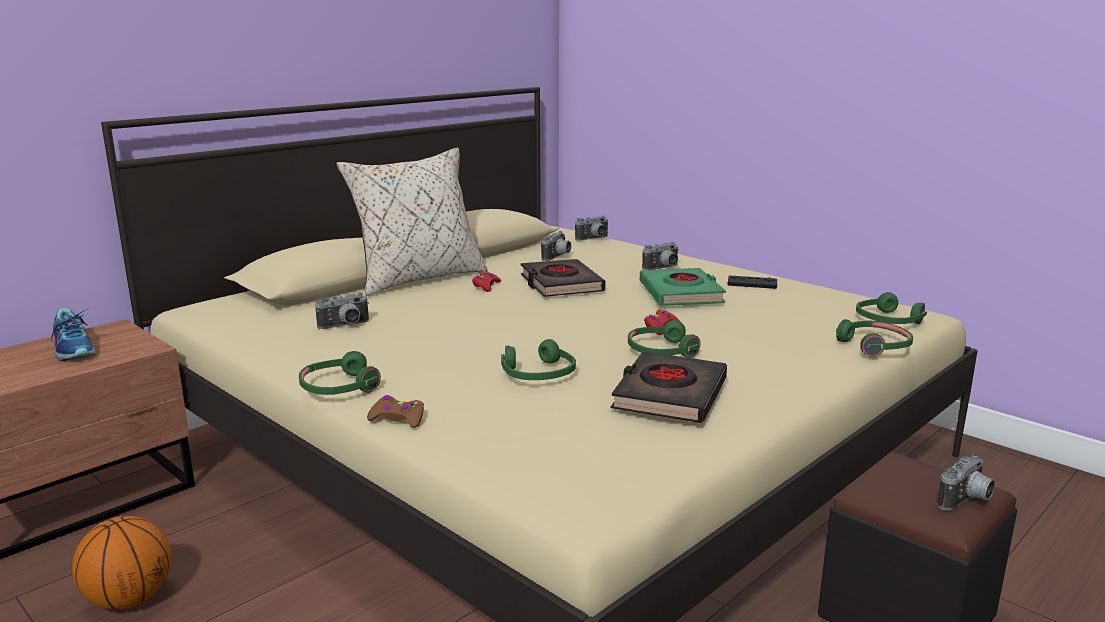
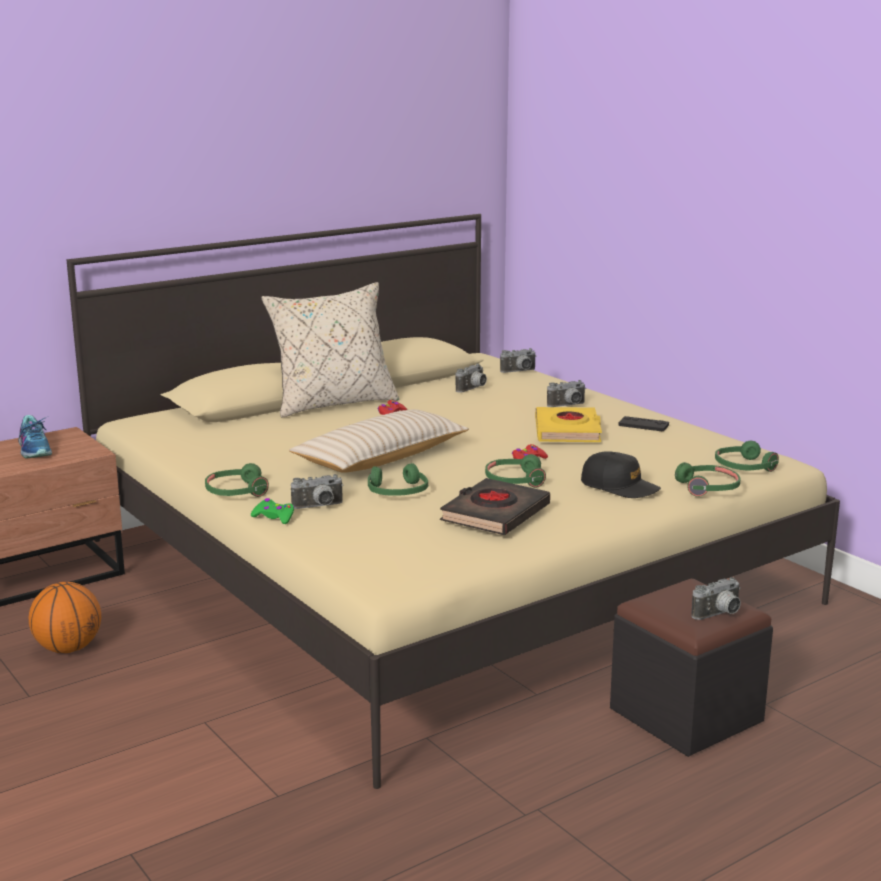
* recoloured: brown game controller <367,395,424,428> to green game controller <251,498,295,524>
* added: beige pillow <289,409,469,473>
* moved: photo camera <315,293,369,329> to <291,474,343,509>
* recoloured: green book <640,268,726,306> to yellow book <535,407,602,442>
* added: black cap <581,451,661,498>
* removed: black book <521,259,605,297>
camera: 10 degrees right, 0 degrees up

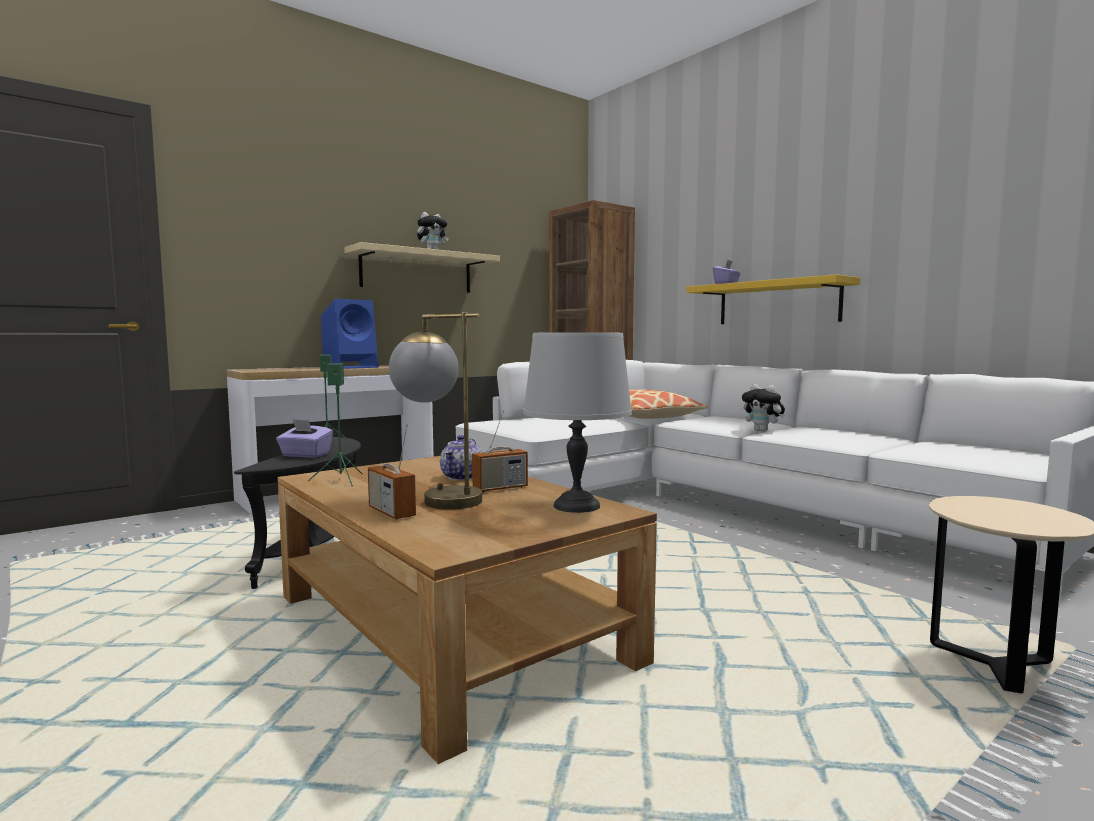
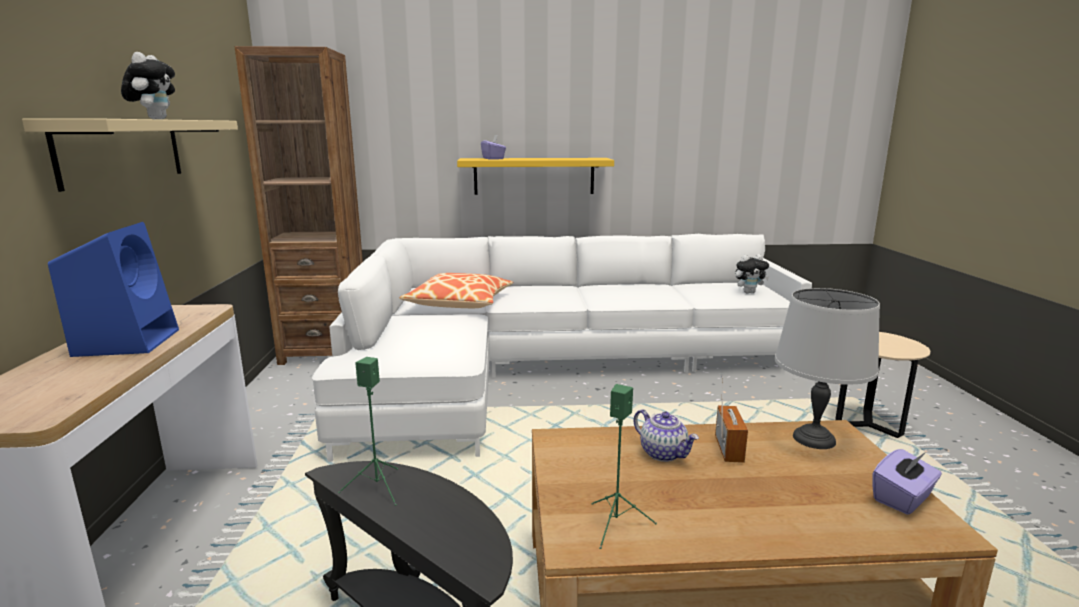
* moved: plush toy <742,384,785,432> to <735,254,769,293>
* moved: purple tissue box <276,419,333,458> to <872,449,942,515>
* removed: radio <368,424,416,520>
* removed: table lamp <389,312,482,510>
camera: 55 degrees left, 10 degrees up

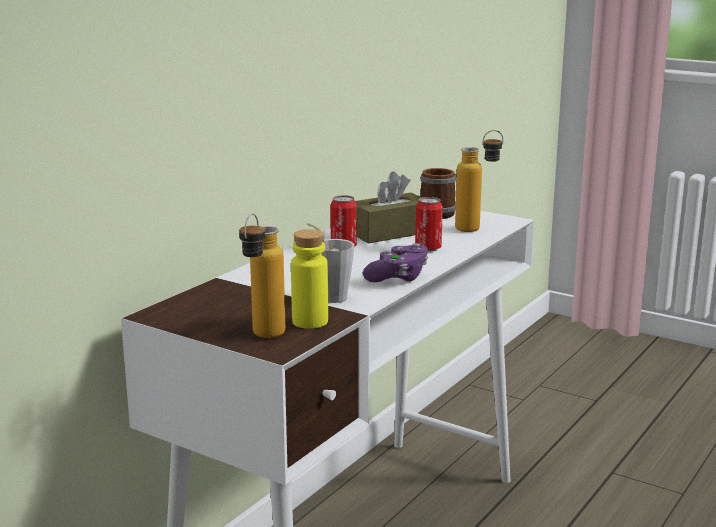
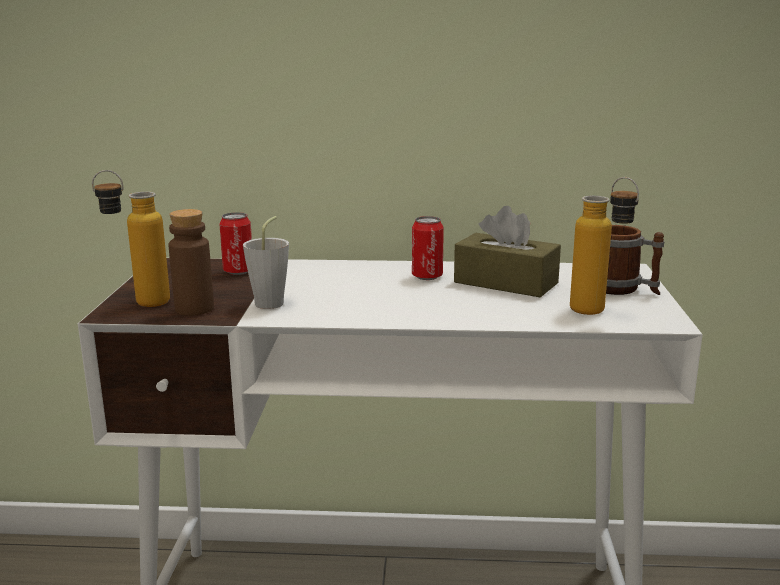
* recoloured: yellow bottle <291,229,328,329> to brown bottle <169,209,214,316>
* moved: can <415,197,443,252> to <219,212,252,275>
* removed: purple game controller <363,243,429,282>
camera: 60 degrees right, 0 degrees up

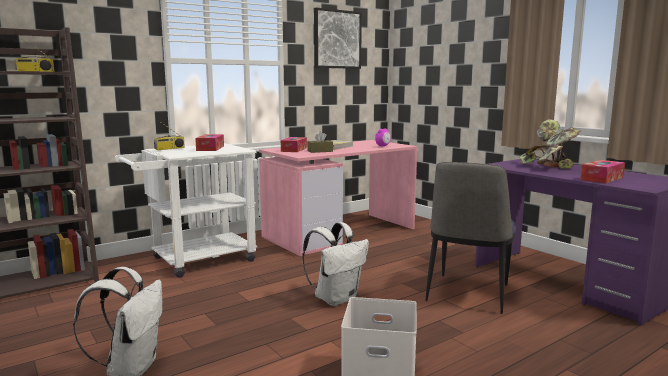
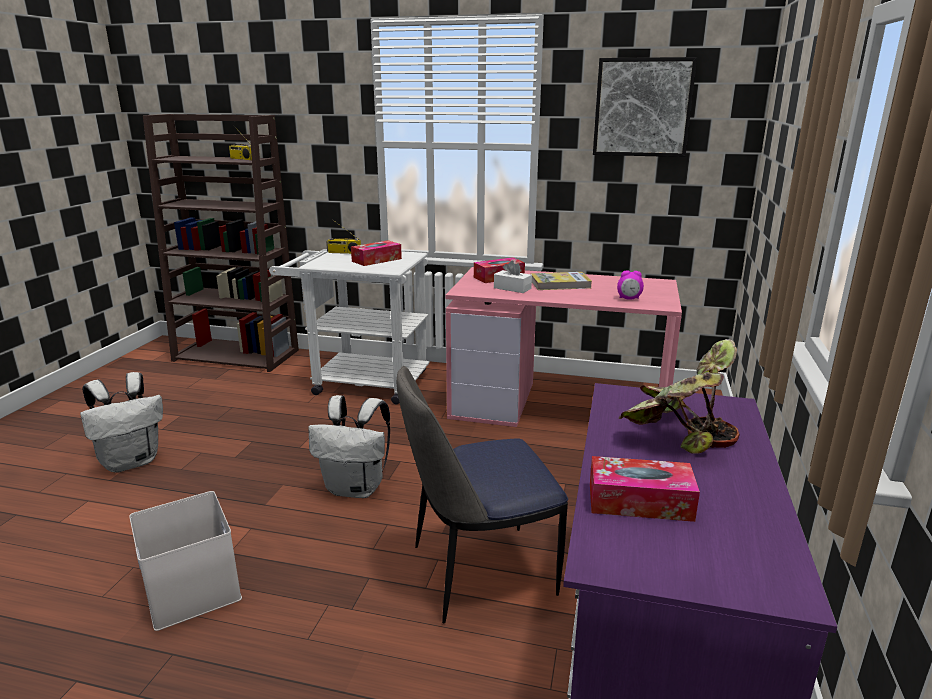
* recoloured: brown tissue box <307,131,333,153> to white tissue box <494,261,532,293>
camera: 50 degrees right, 10 degrees up

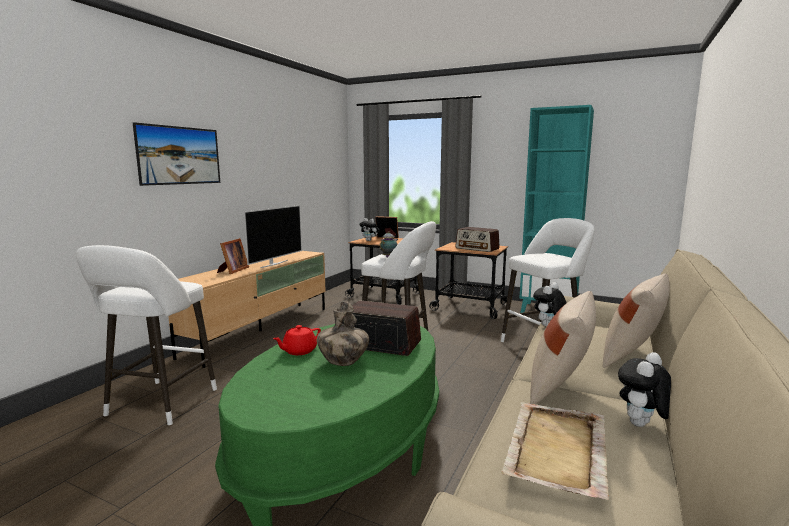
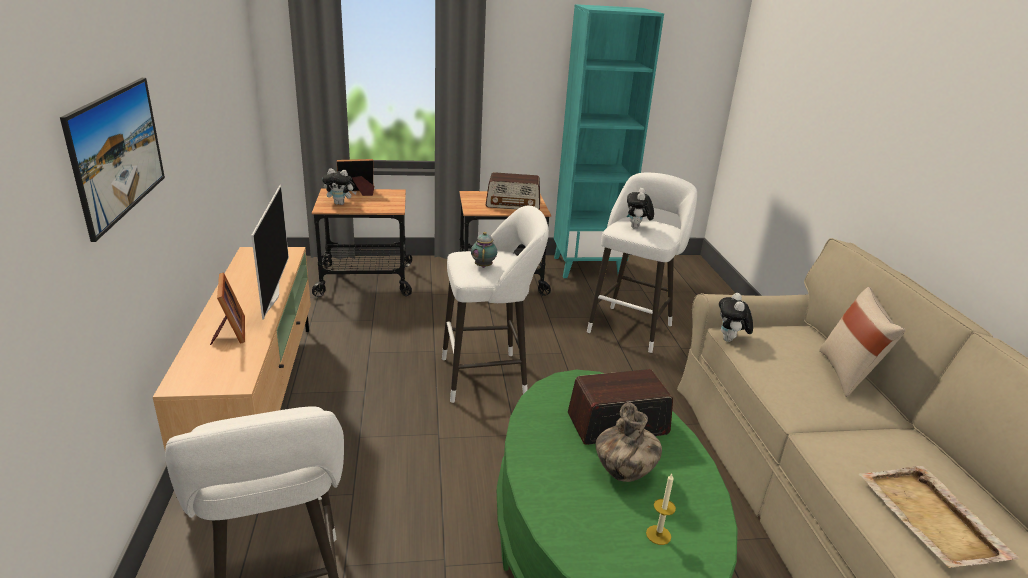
* moved: plush toy <618,352,671,427> to <627,188,654,229>
* added: candle <646,474,676,545>
* removed: red teapot <273,325,321,355>
* removed: beige pillow <530,291,596,404>
camera: 35 degrees left, 15 degrees up

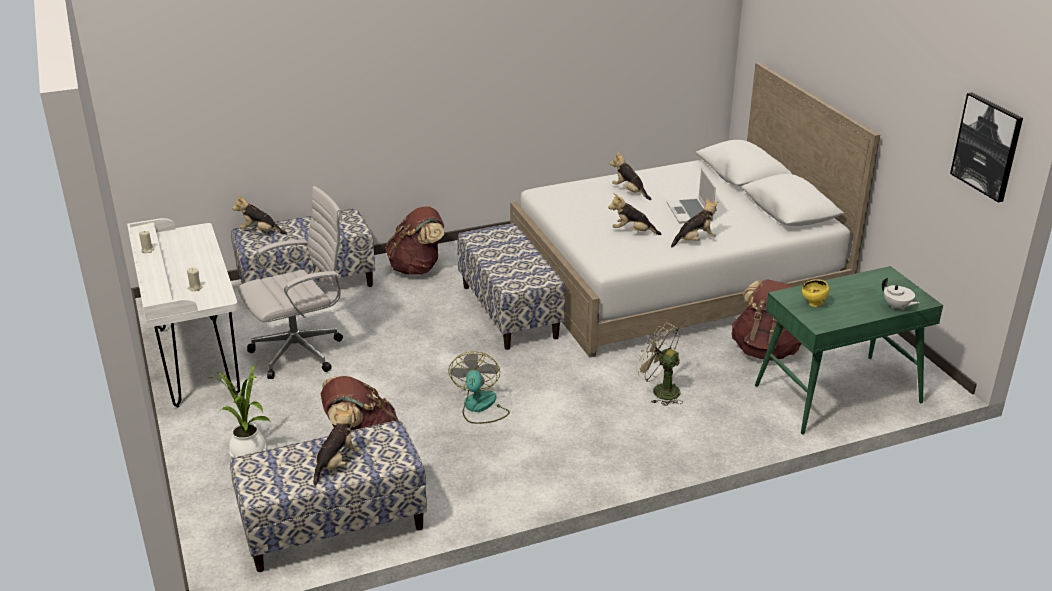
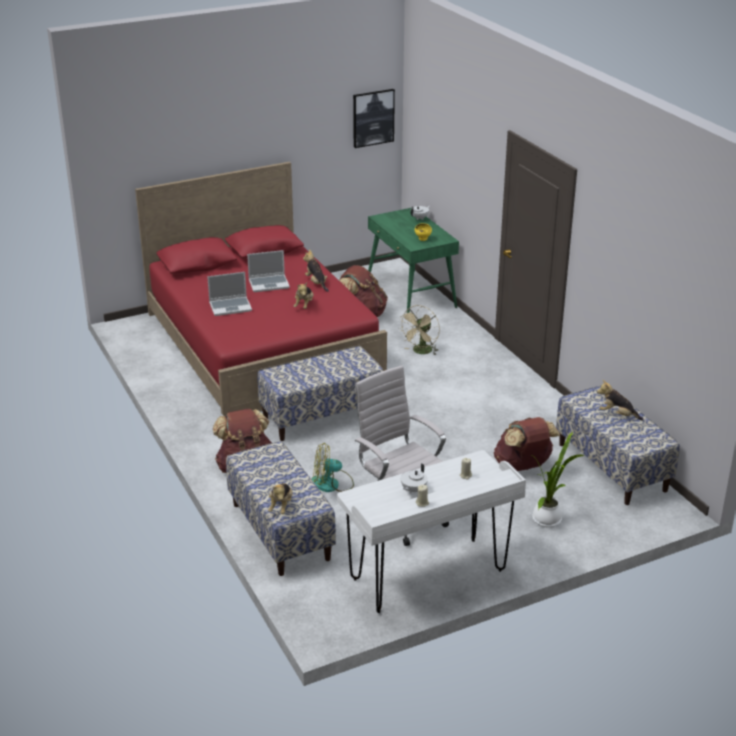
* recoloured: white bed <510,63,880,358> to red bed <135,162,387,416>
* replaced: plush toy <610,152,651,200> to laptop <207,272,252,316>
* moved: fan <448,351,510,424> to <311,443,354,492>
* added: white teapot <401,463,428,494>
camera: 95 degrees left, 0 degrees up

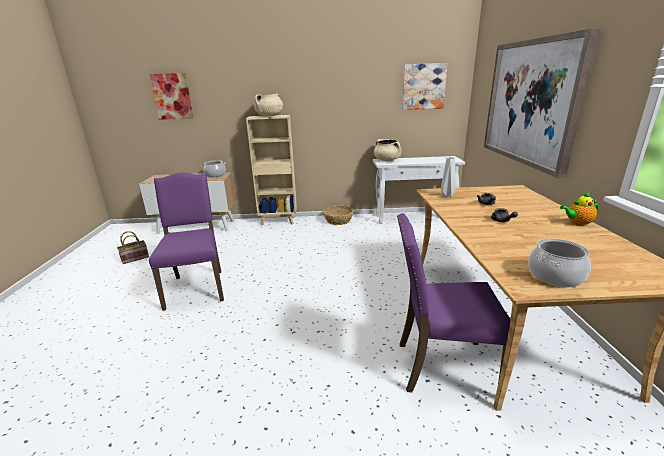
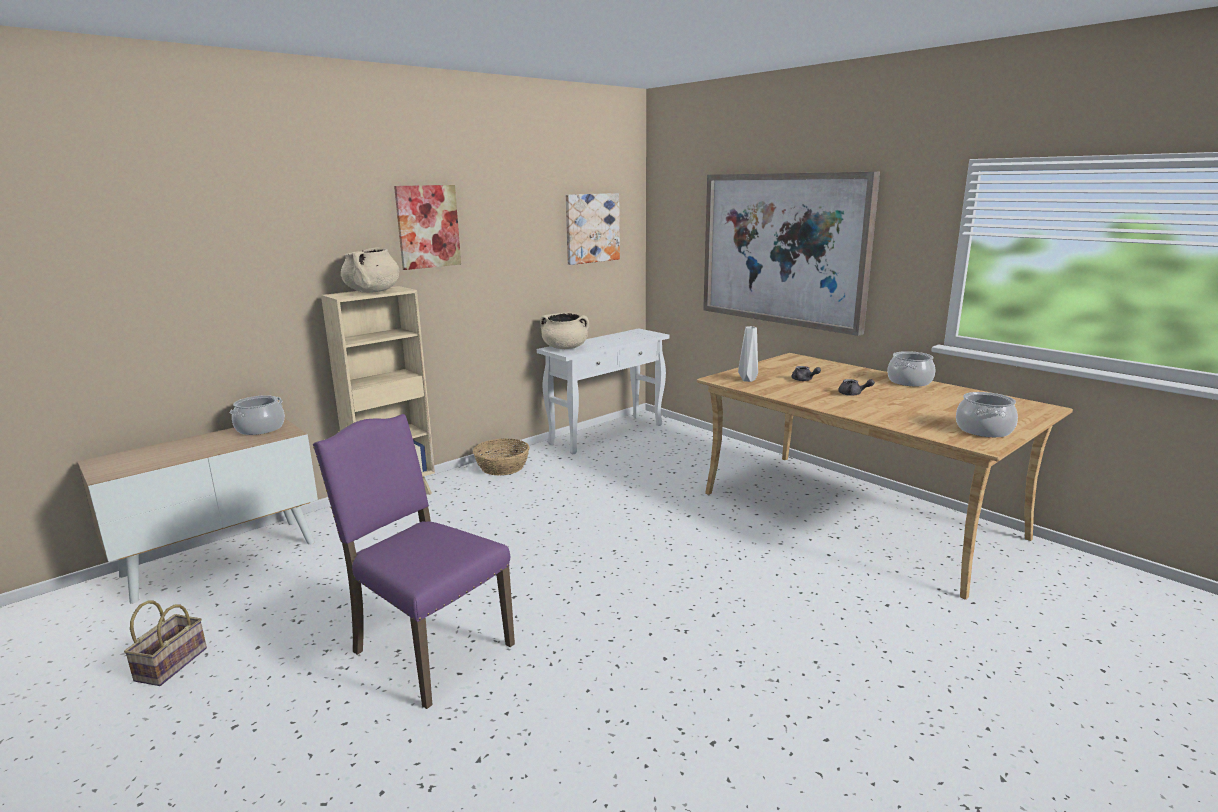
* moved: picture <150,73,194,120> to <394,185,461,270>
* replaced: teapot <560,192,599,226> to cooking pot <887,351,935,386>
* removed: purple chair <397,213,511,392>
camera: 40 degrees left, 5 degrees down

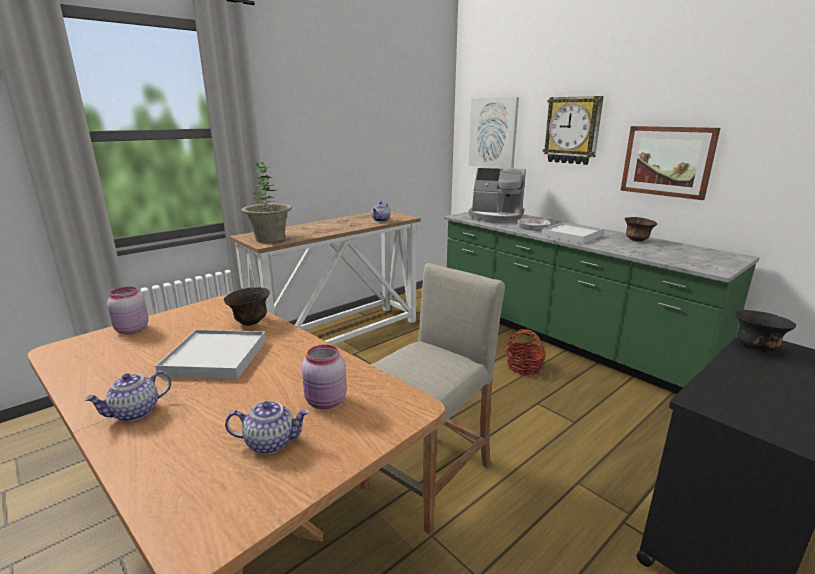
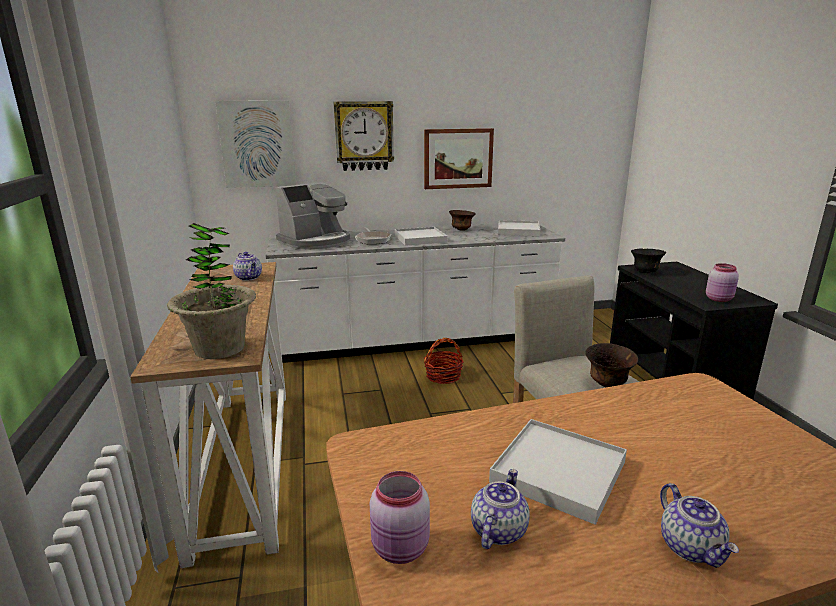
* recoloured: green counter <445,212,759,394> to white counter <266,224,565,363>
* moved: teapot <225,401,310,454> to <471,469,530,549>
* added: white tray <498,220,540,236>
* moved: brown bowl <224,287,270,326> to <585,343,638,387>
* moved: pink jar <302,345,347,409> to <706,263,739,302>
camera: 60 degrees left, 0 degrees up

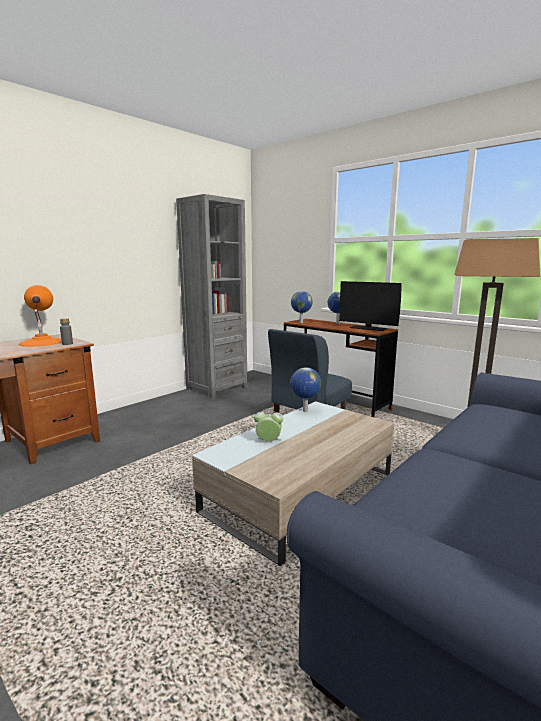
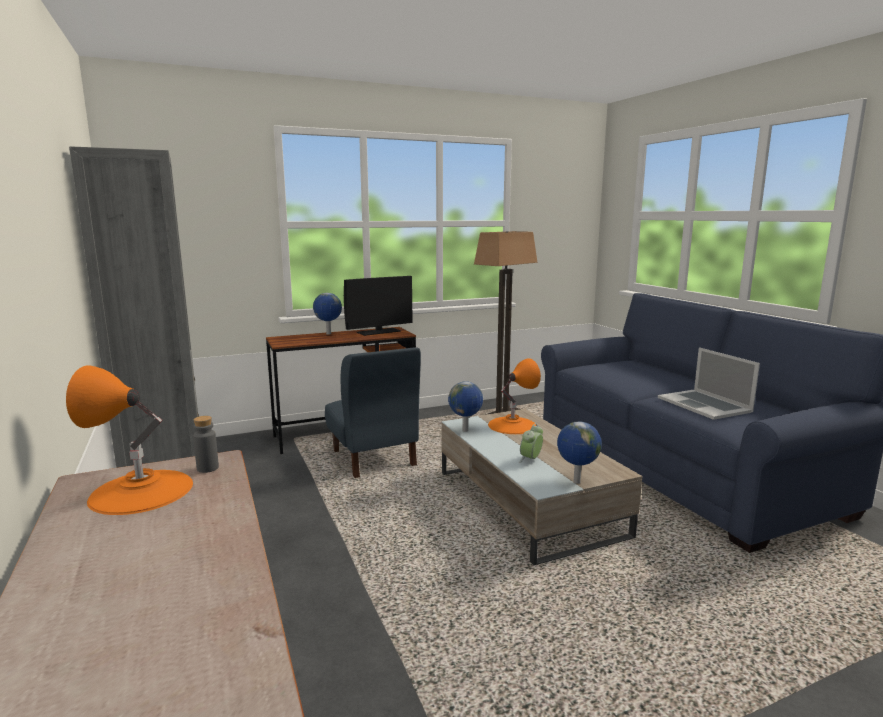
* added: orange table lamp <488,358,541,434>
* moved: globe <291,291,313,323> to <557,421,602,484>
* added: laptop <658,347,760,420>
camera: 65 degrees left, 0 degrees up

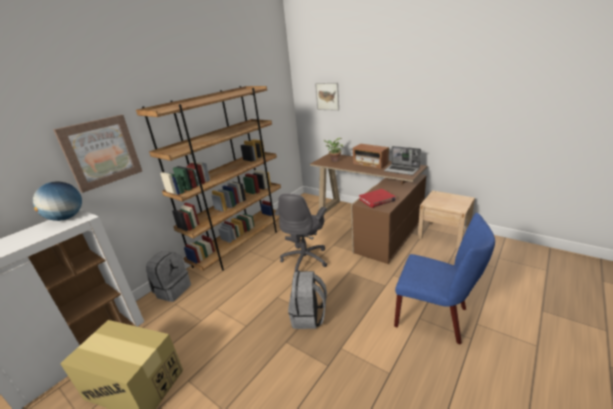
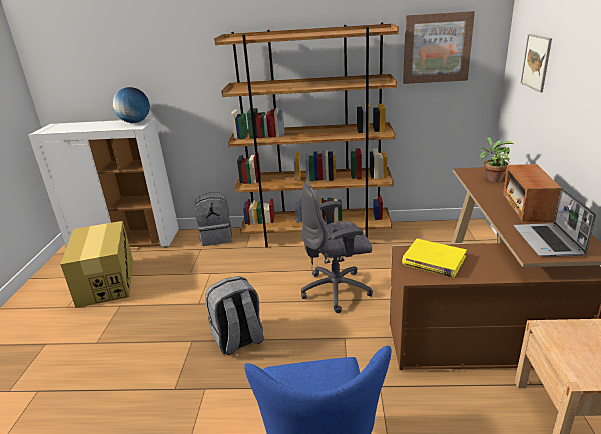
* recoloured: red book <359,189,396,208> to yellow book <402,239,467,278>
* moved: picture <53,115,142,193> to <403,11,475,84>
camera: 55 degrees right, 0 degrees up

